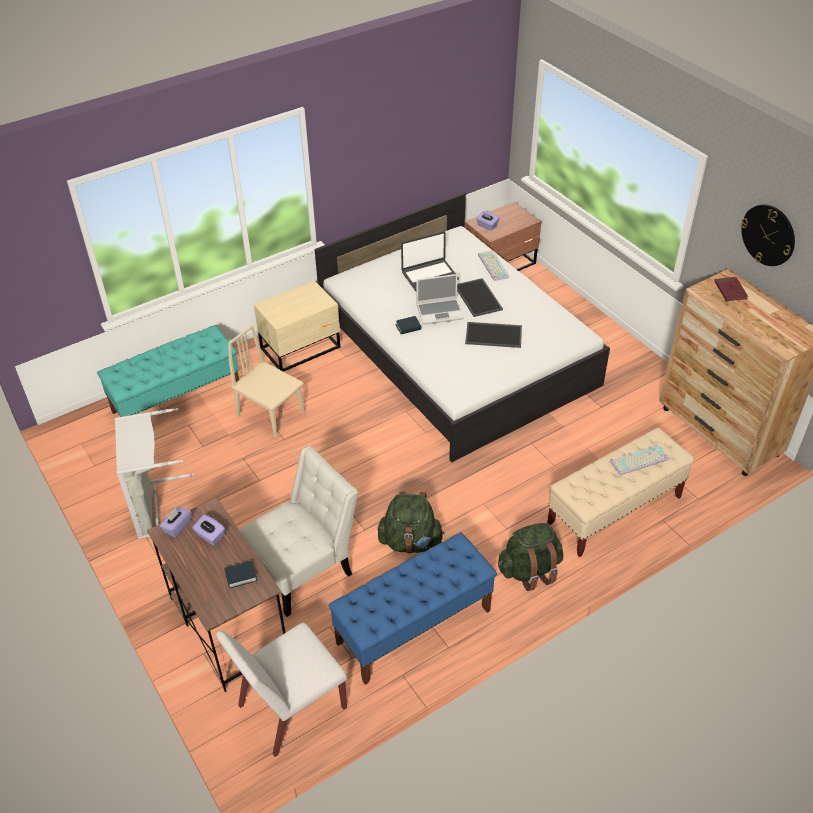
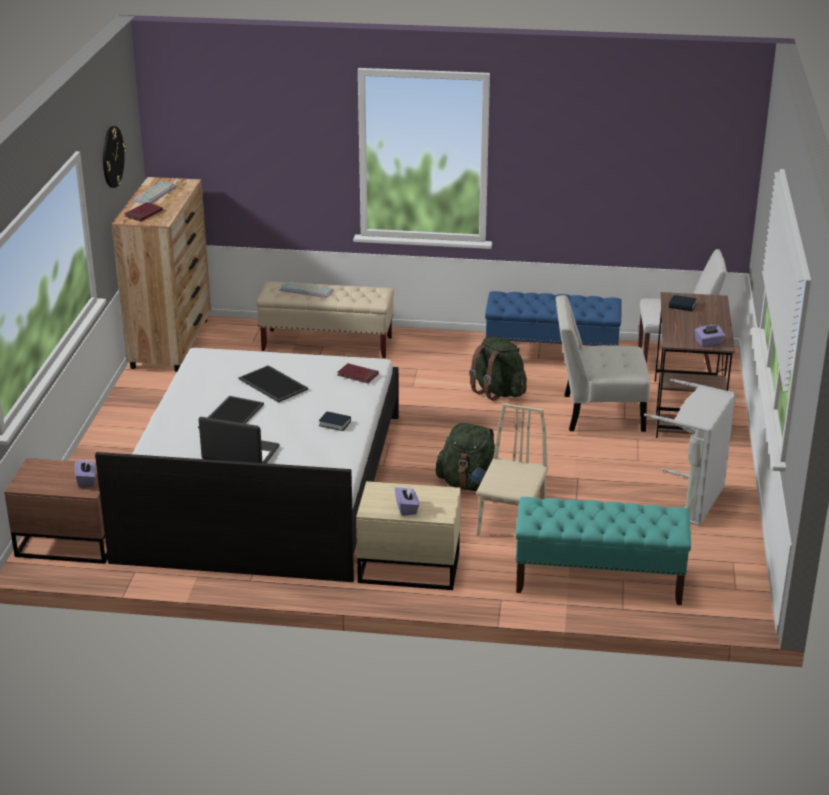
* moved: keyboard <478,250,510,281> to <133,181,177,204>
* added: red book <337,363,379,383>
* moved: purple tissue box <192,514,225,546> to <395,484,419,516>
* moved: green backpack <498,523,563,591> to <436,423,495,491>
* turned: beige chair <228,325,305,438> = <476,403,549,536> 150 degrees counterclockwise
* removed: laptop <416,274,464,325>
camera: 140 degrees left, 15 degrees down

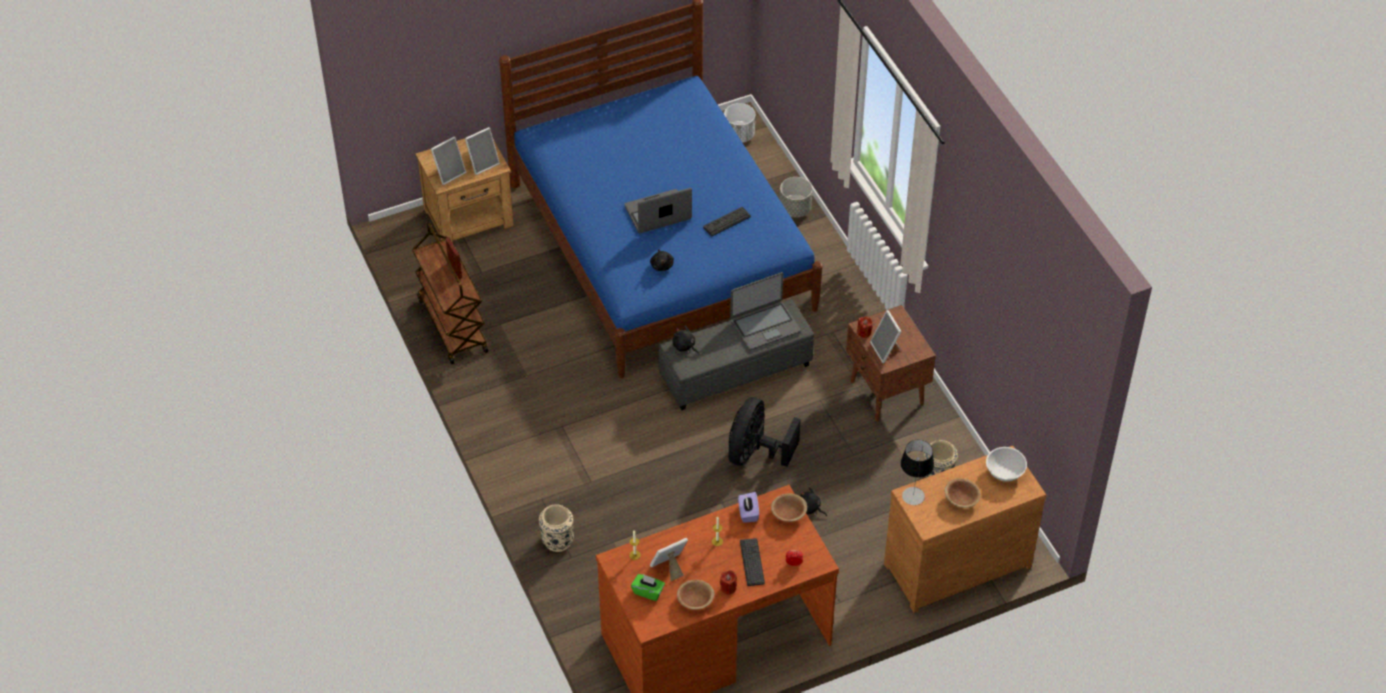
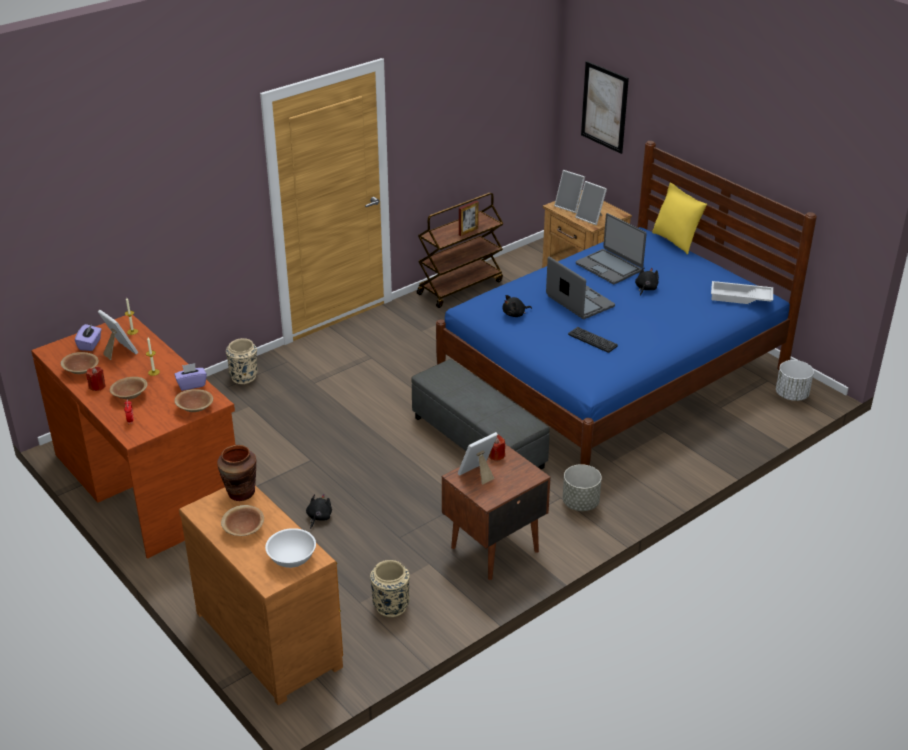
* recoloured: green tissue box <631,574,665,601> to purple tissue box <75,324,102,351>
* replaced: keyboard <740,538,765,586> to brown bowl <110,377,148,400>
* replaced: table lamp <900,440,934,505> to brown vase <217,445,256,501>
* moved: grey planter <780,177,812,218> to <563,464,602,511>
* moved: laptop <730,272,801,351> to <576,213,647,284>
* added: picture <581,61,629,154>
* moved: black plush toy <673,325,700,355> to <635,267,659,296>
* added: yellow pillow <652,182,707,255>
* added: white tray <711,281,773,304>
* removed: black fan <728,397,801,467>
camera: 75 degrees right, 15 degrees down

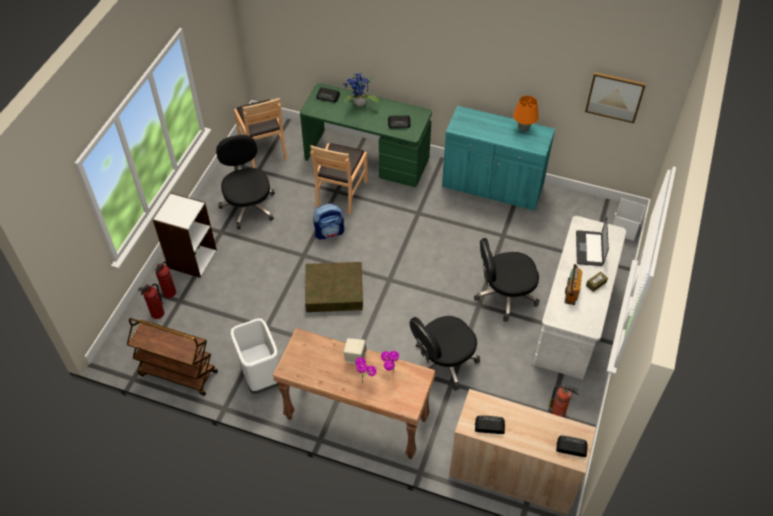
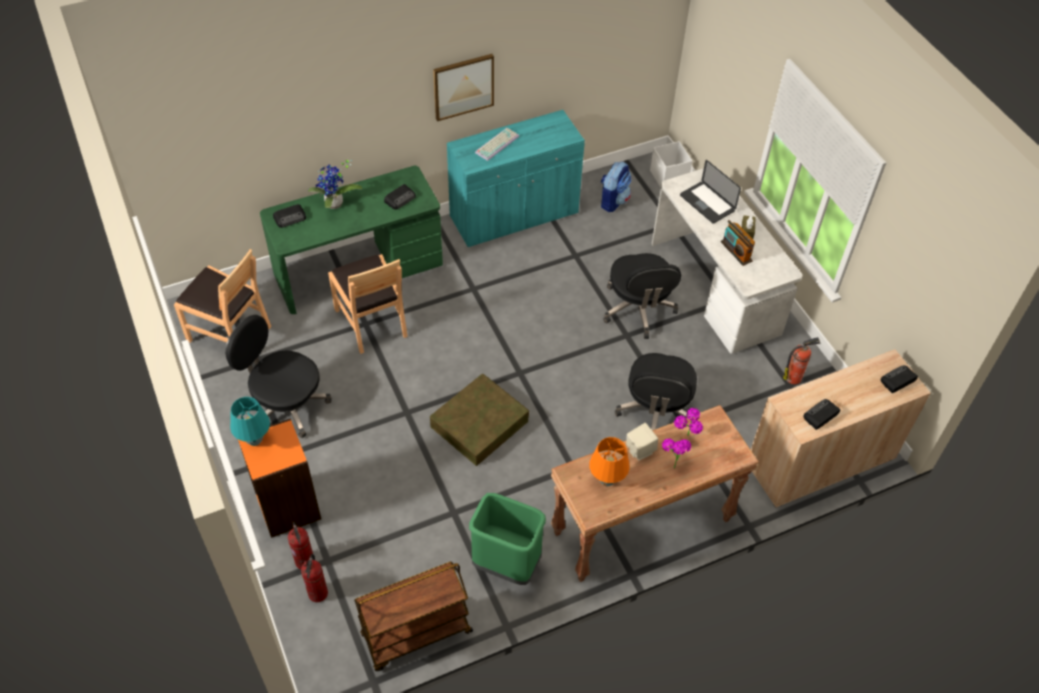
* added: turquoise table lamp <230,397,270,446>
* recoloured: white bookcase <153,193,217,278> to orange bookcase <238,418,321,538>
* moved: picture <585,72,646,123> to <433,54,494,121>
* recoloured: white trash can <231,319,279,394> to green trash can <469,493,546,585>
* added: keyboard <475,128,519,161>
* moved: orange table lamp <513,95,539,132> to <589,437,630,486>
* moved: backpack <313,204,344,239> to <600,161,631,212>
* turned: black office chair <474,238,540,322> = <603,253,681,339> 45 degrees counterclockwise
camera: 45 degrees left, 0 degrees up

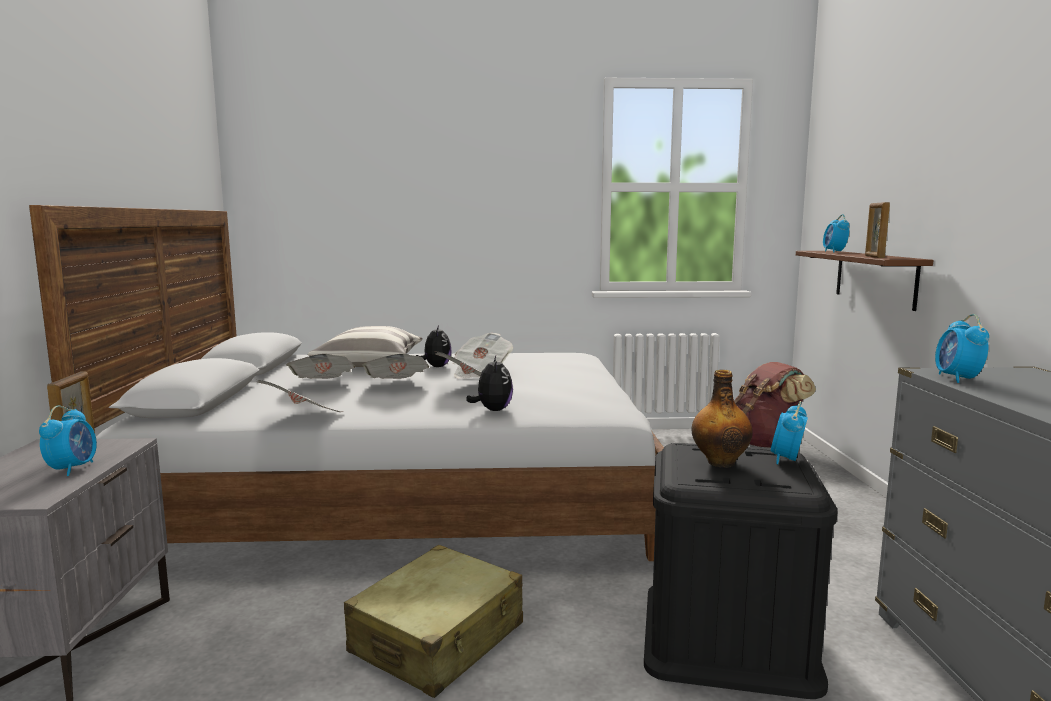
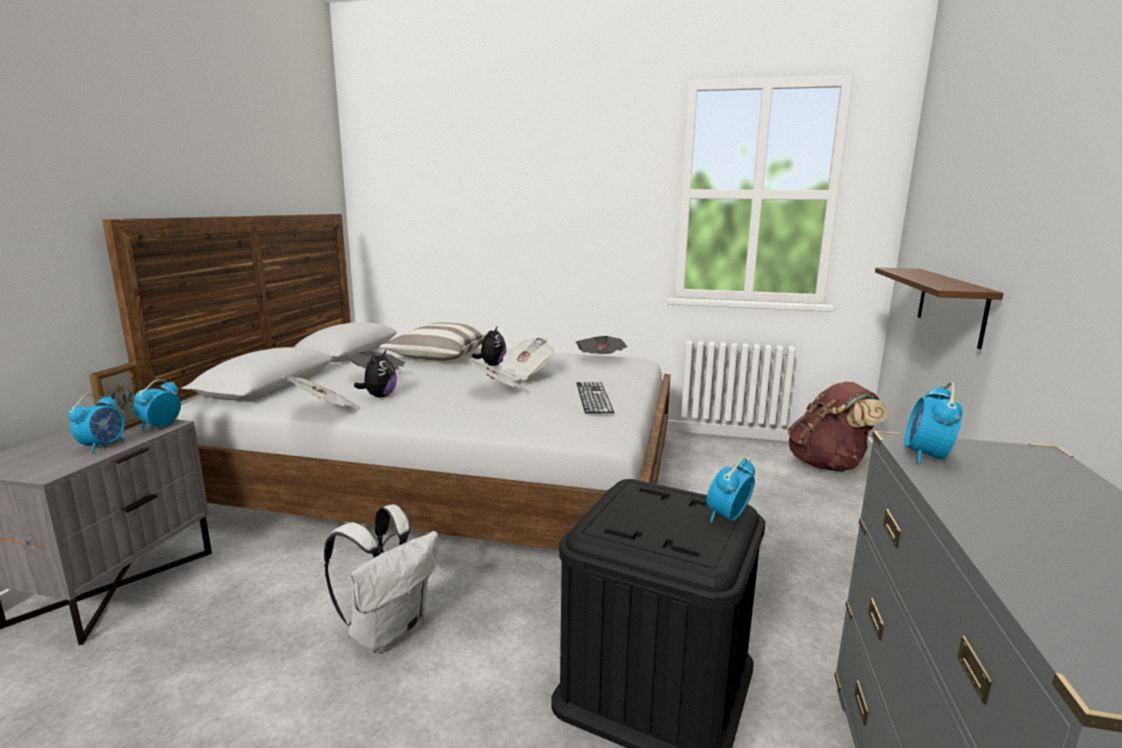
* moved: alarm clock <823,214,849,253> to <134,379,181,431>
* replaced: beige suitcase <344,545,523,698> to white backpack <324,504,438,653>
* moved: plush toy <466,356,513,411> to <354,350,397,397>
* moved: newspaper <362,354,429,379> to <576,336,627,354>
* added: keyboard <577,382,614,414>
* removed: bottle <691,370,753,468>
* removed: picture frame <865,202,890,258>
camera: 15 degrees right, 5 degrees up

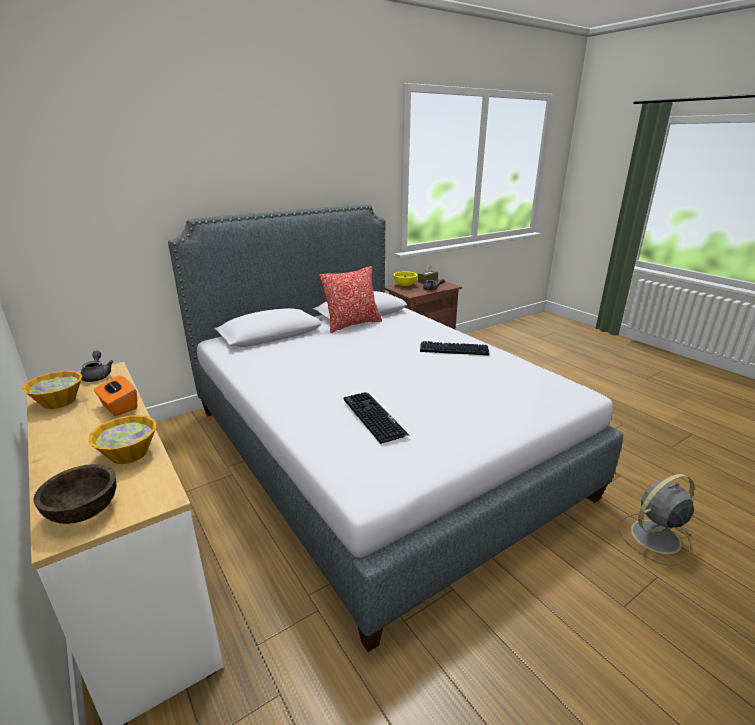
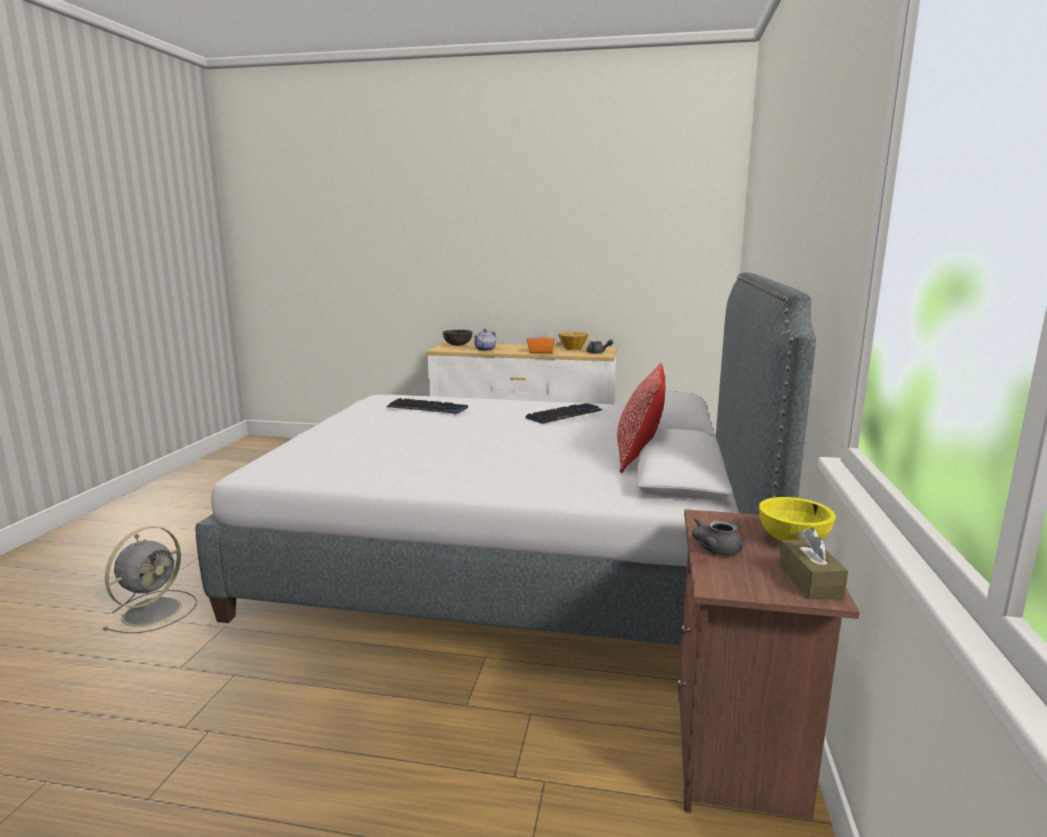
* replaced: bowl <88,415,156,464> to teapot <474,329,496,351>
* moved: keyboard <420,341,489,355> to <525,403,602,423>
camera: 135 degrees right, 10 degrees down

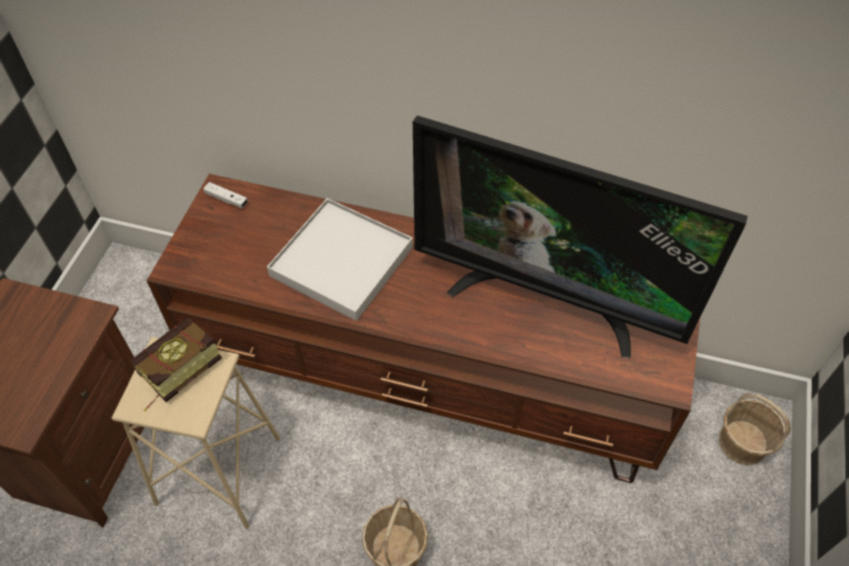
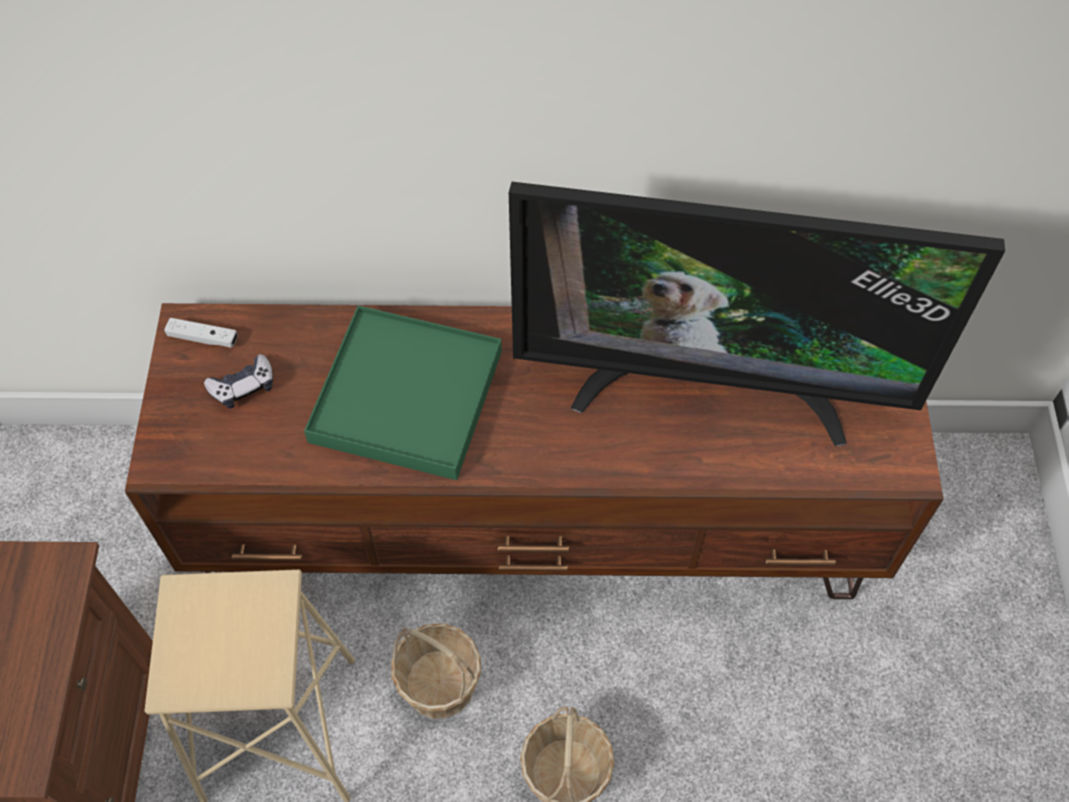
* added: game controller <204,354,273,408>
* recoloured: white tray <267,198,413,321> to green tray <304,305,502,480>
* moved: basket <719,393,791,466> to <391,623,481,719>
* removed: book <131,318,222,412>
camera: 15 degrees left, 5 degrees up

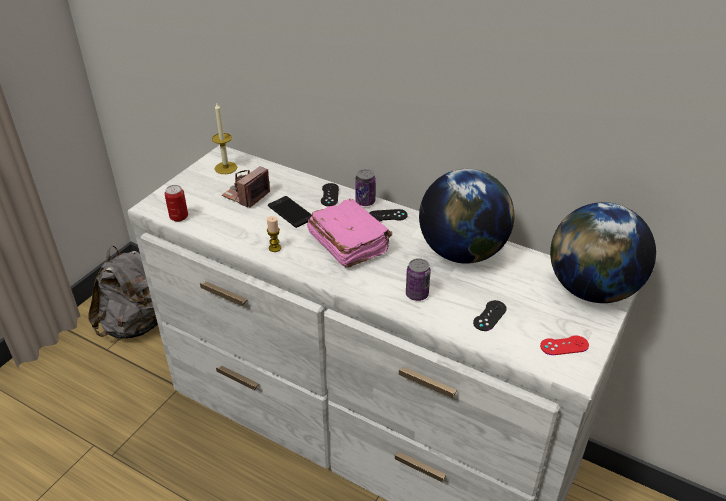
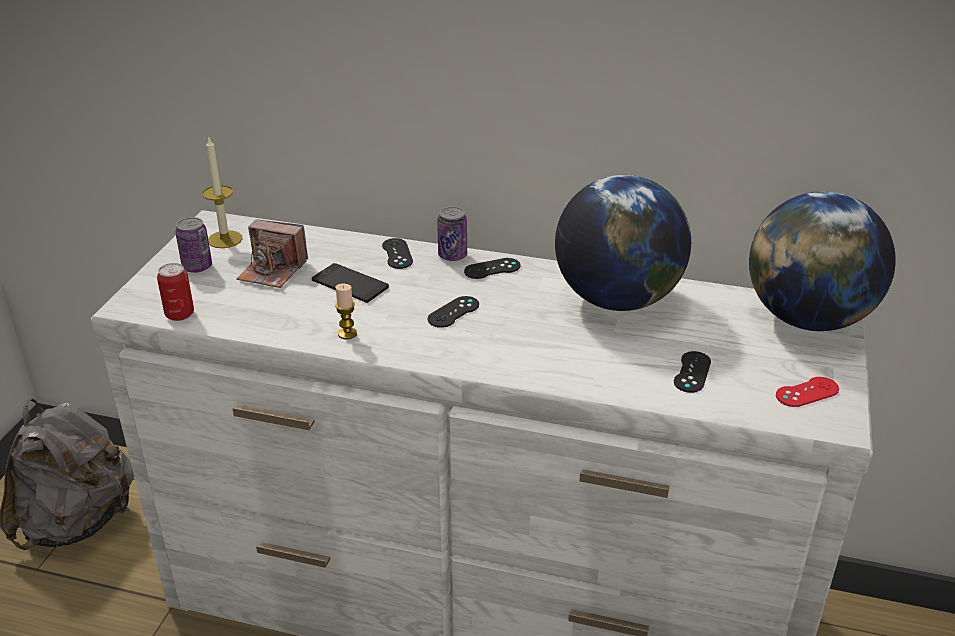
* moved: can <406,258,431,301> to <175,217,212,273>
* turned: photo camera <222,166,270,208> = <236,220,308,288> 90 degrees counterclockwise
* replaced: pink book <307,199,392,268> to black game controller <427,296,479,328>
camera: 15 degrees left, 5 degrees down

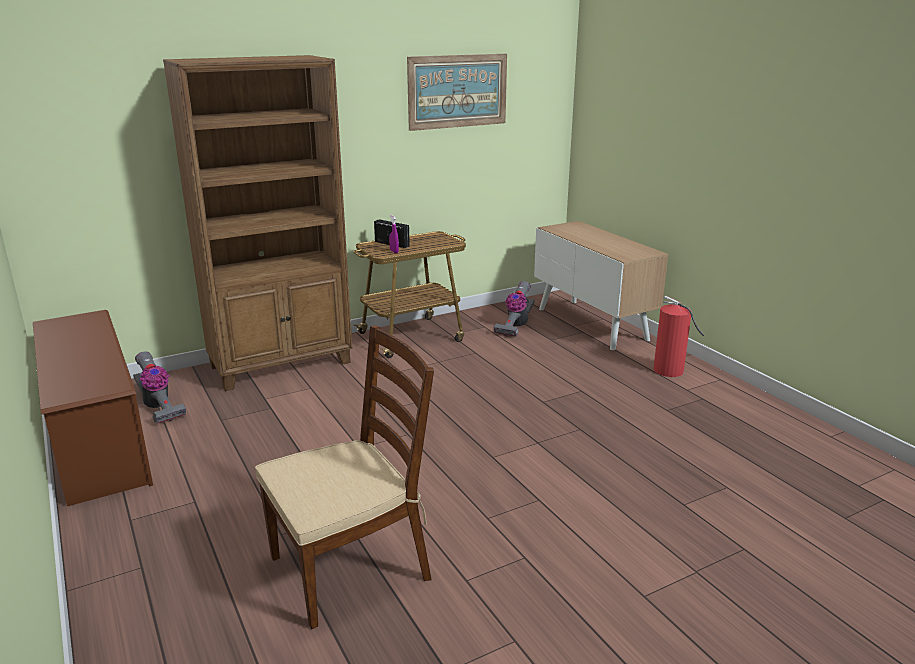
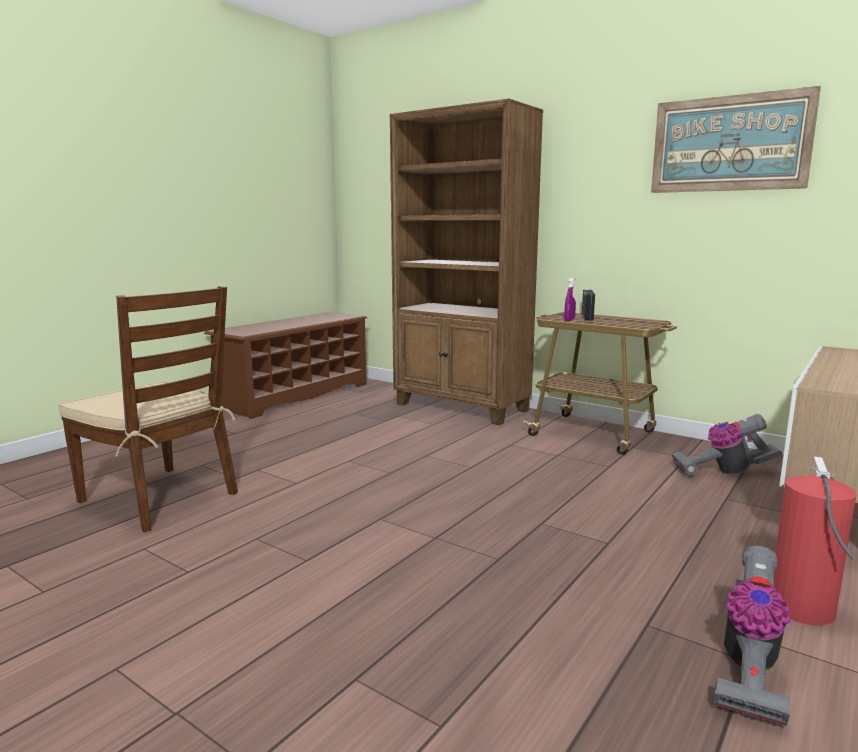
* moved: vacuum cleaner <133,351,186,424> to <713,546,791,726>
camera: 65 degrees right, 10 degrees down

